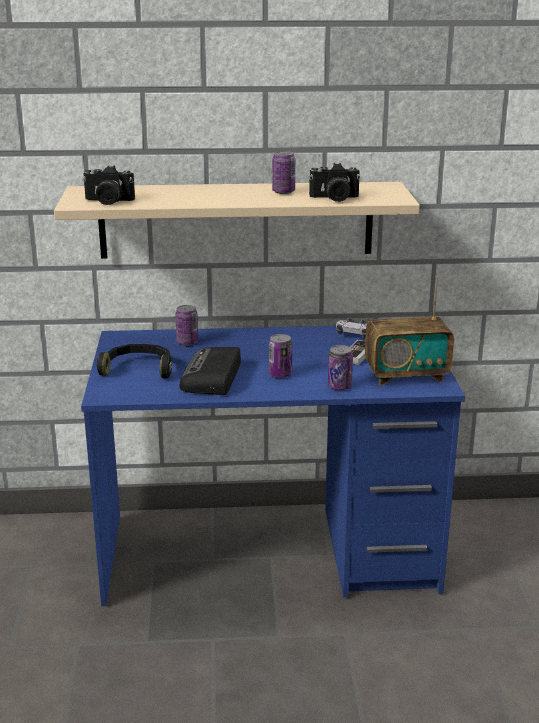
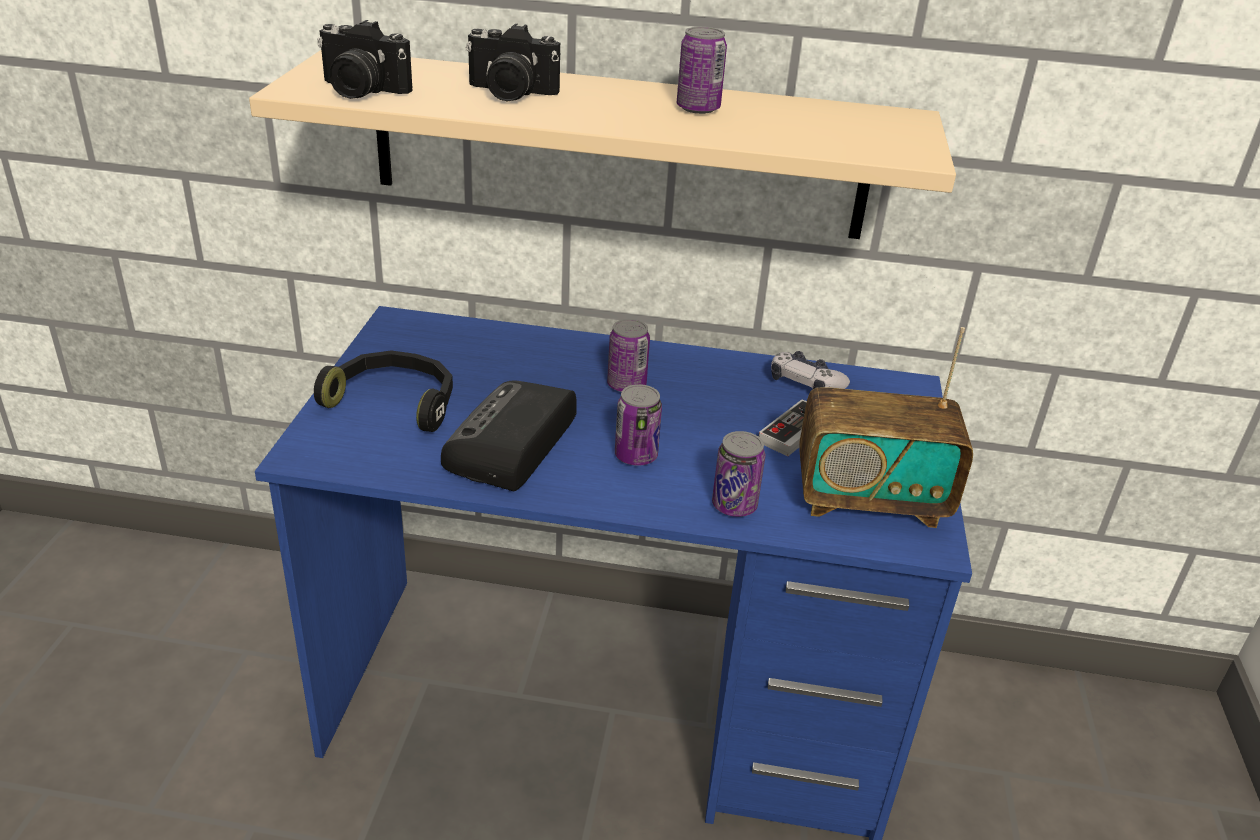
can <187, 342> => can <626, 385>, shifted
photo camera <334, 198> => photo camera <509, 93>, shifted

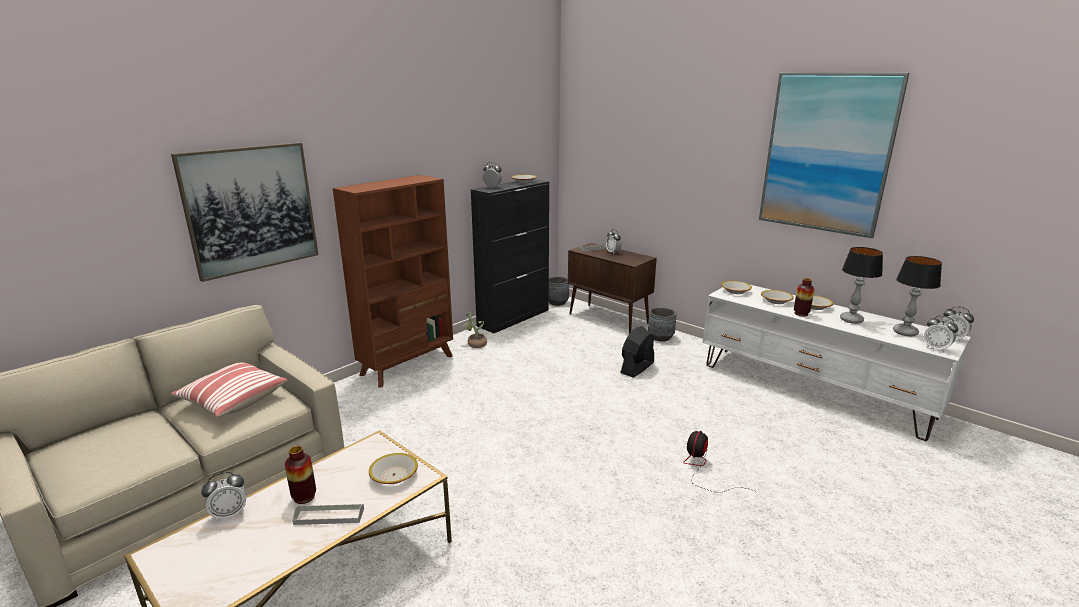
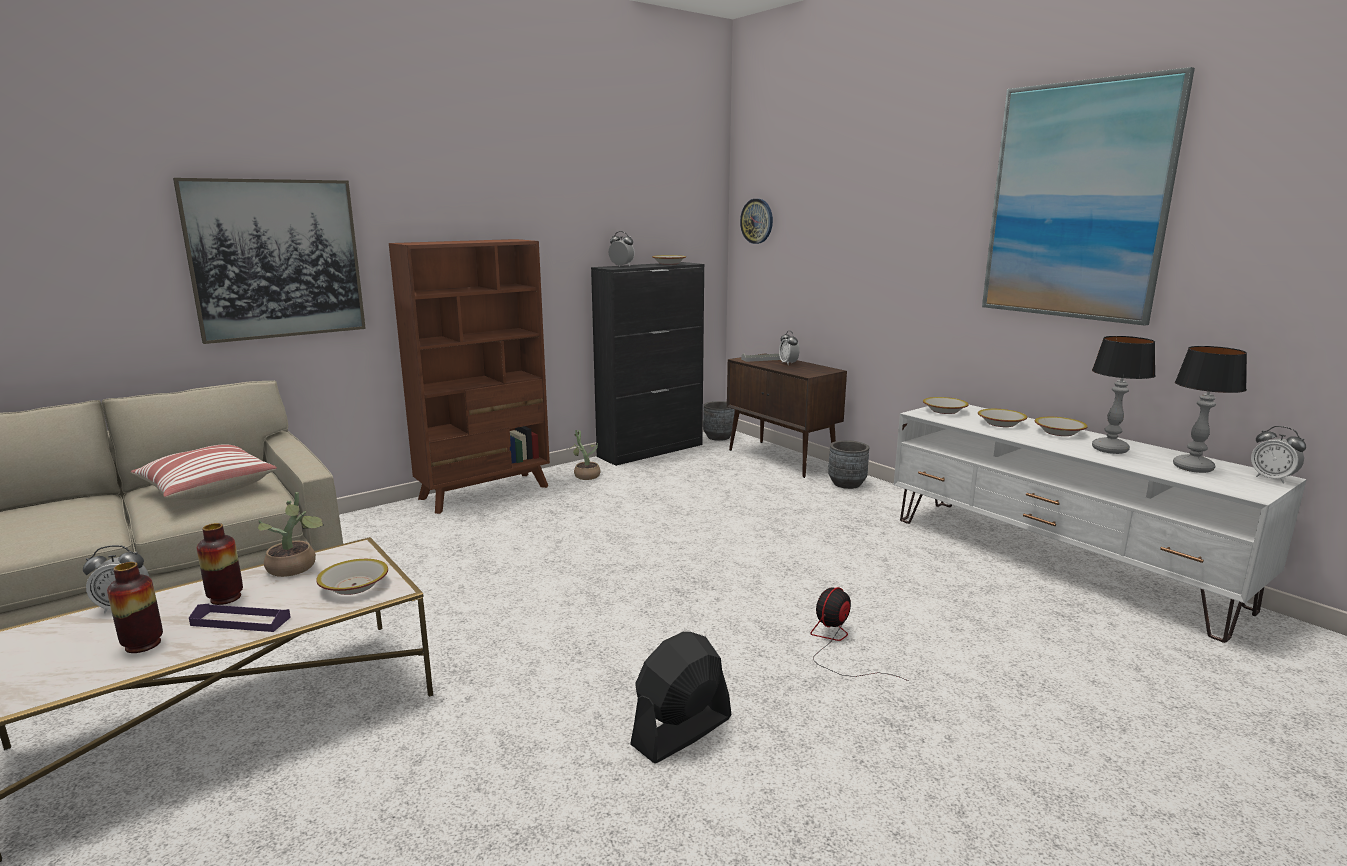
alarm clock <936, 348> => nothing
nothing => potted plant <295, 569>
nothing => wall clock <757, 221>
black fan <637, 367> => black fan <681, 731>, shifted
vase <801, 314> => vase <143, 645>, shifted
grey tray <329, 516> => purple tray <241, 621>

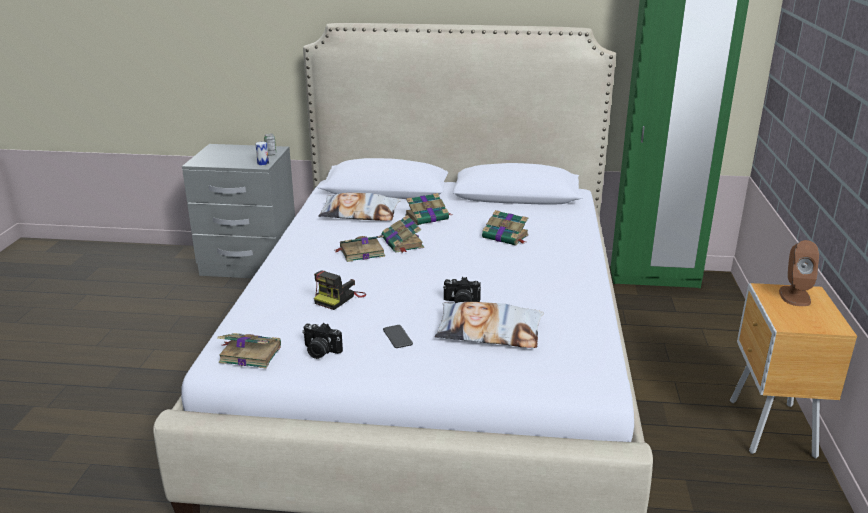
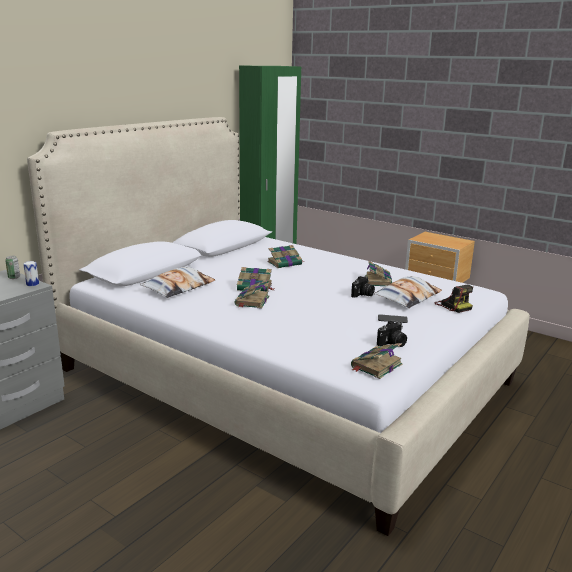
brown speaker <794, 296> => nothing
photo camera <339, 298> => photo camera <453, 306>, shifted
book <428, 217> => book <378, 281>, shifted

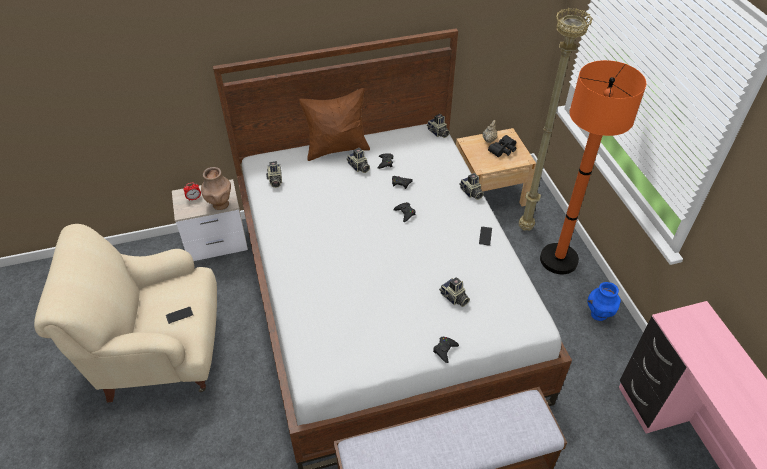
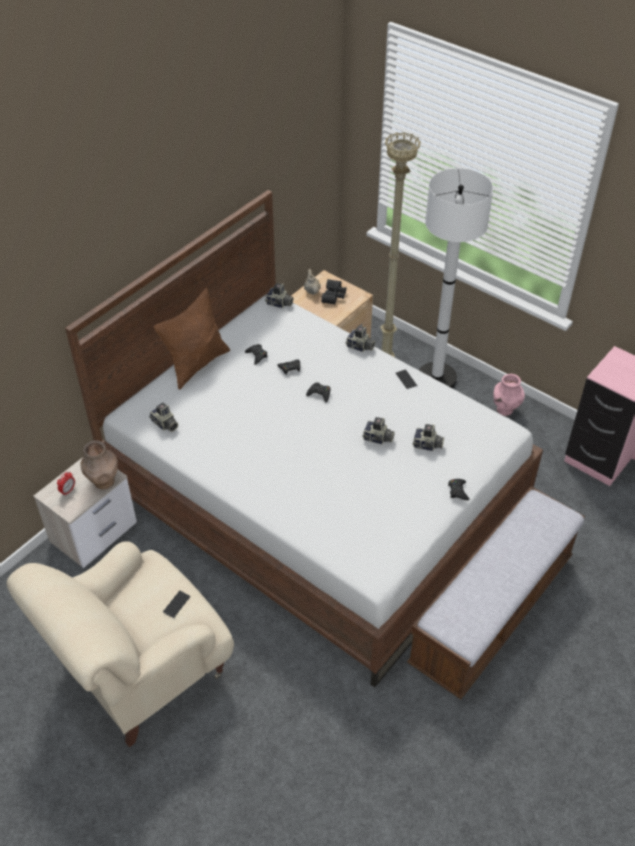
photo camera <358, 167> => photo camera <378, 439>, shifted
orange floor lamp <558, 260> => white floor lamp <436, 379>
blue vase <598, 315> => pink vase <505, 410>

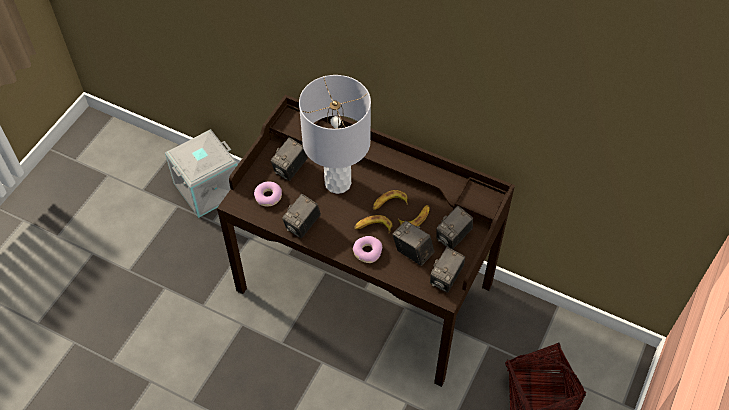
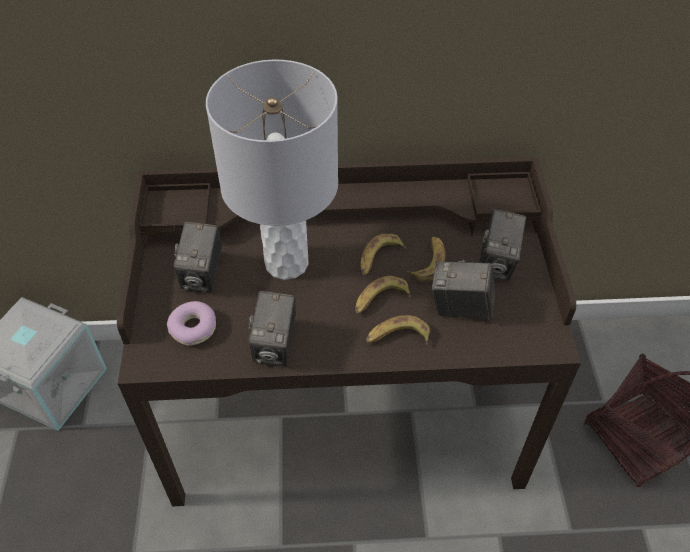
photo camera <446, 279> => nothing
donut <367, 252> => banana <397, 337>

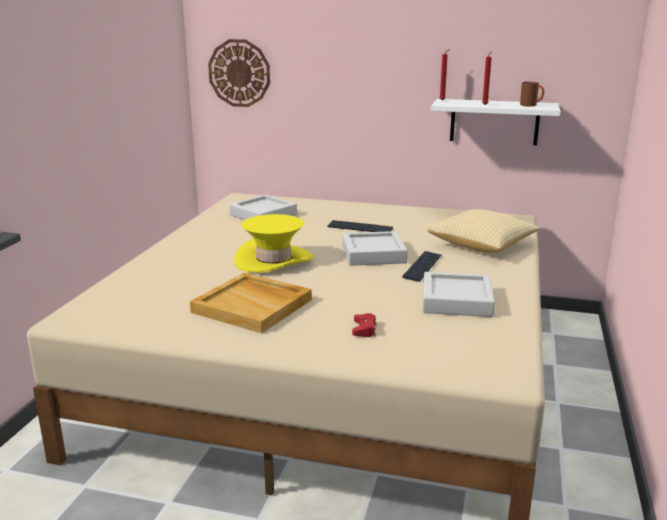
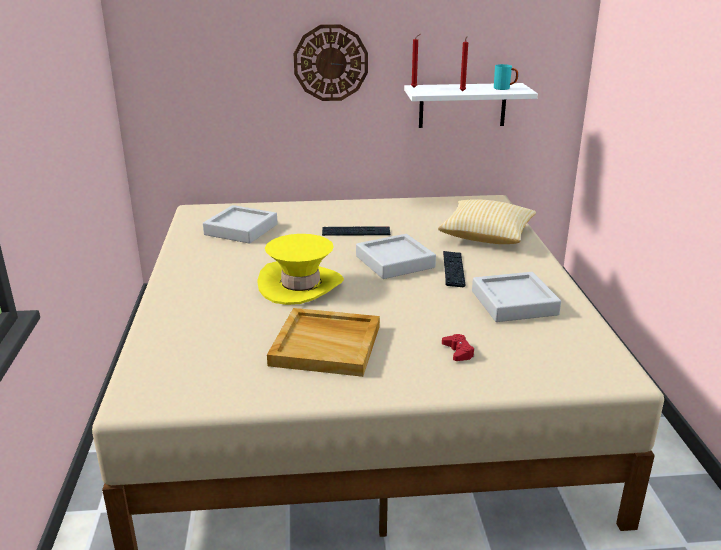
wall clock <239, 73> => wall clock <331, 63>, shifted
brown mug <531, 105> => turquoise mug <505, 88>

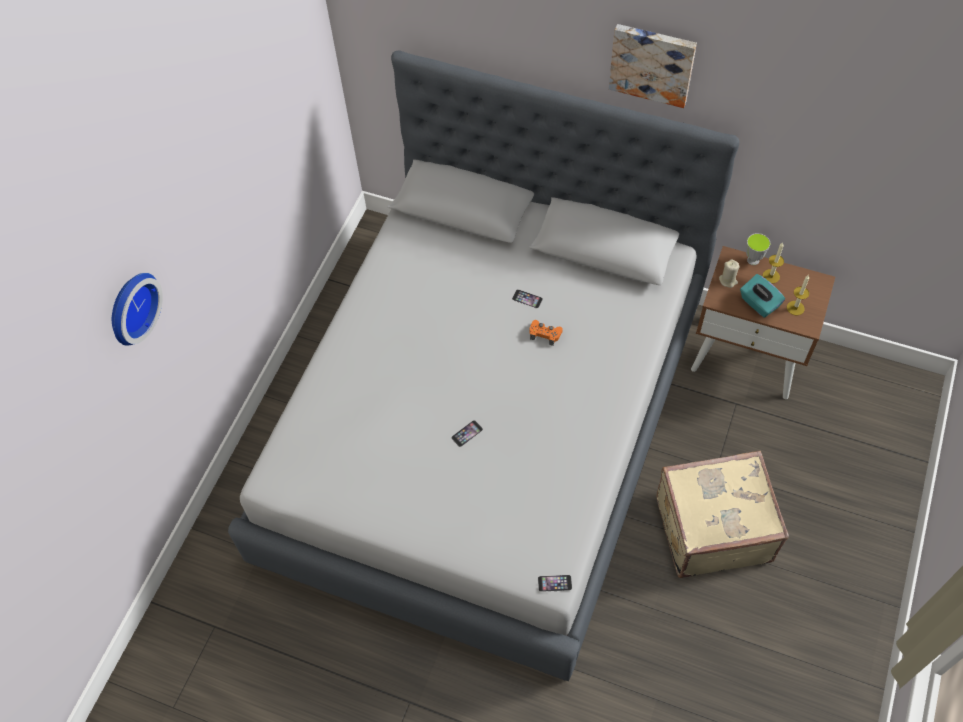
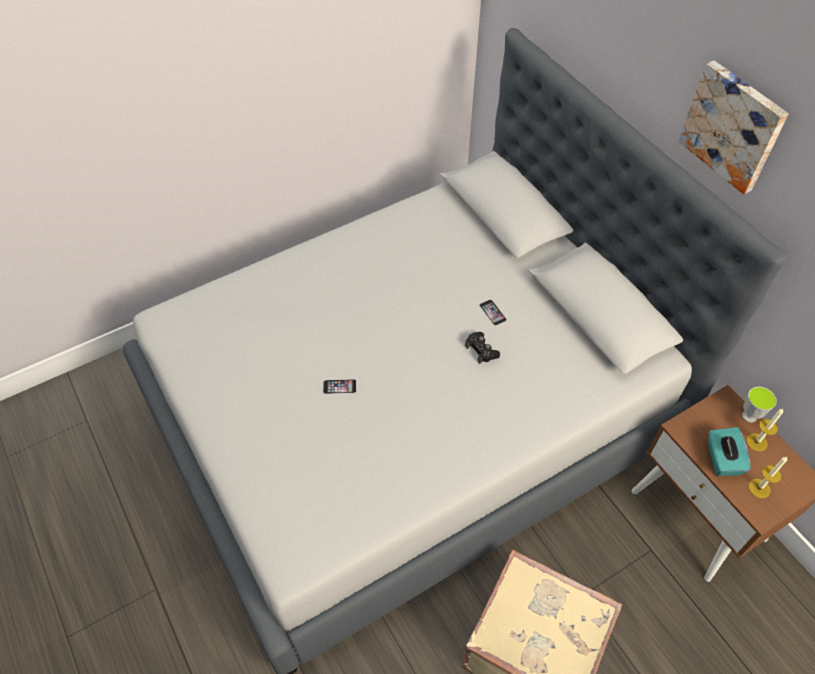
wall clock <130, 307> => nothing
phone <554, 583> => nothing
beige candle <728, 280> => nothing
orange game controller <545, 334> => black game controller <481, 350>

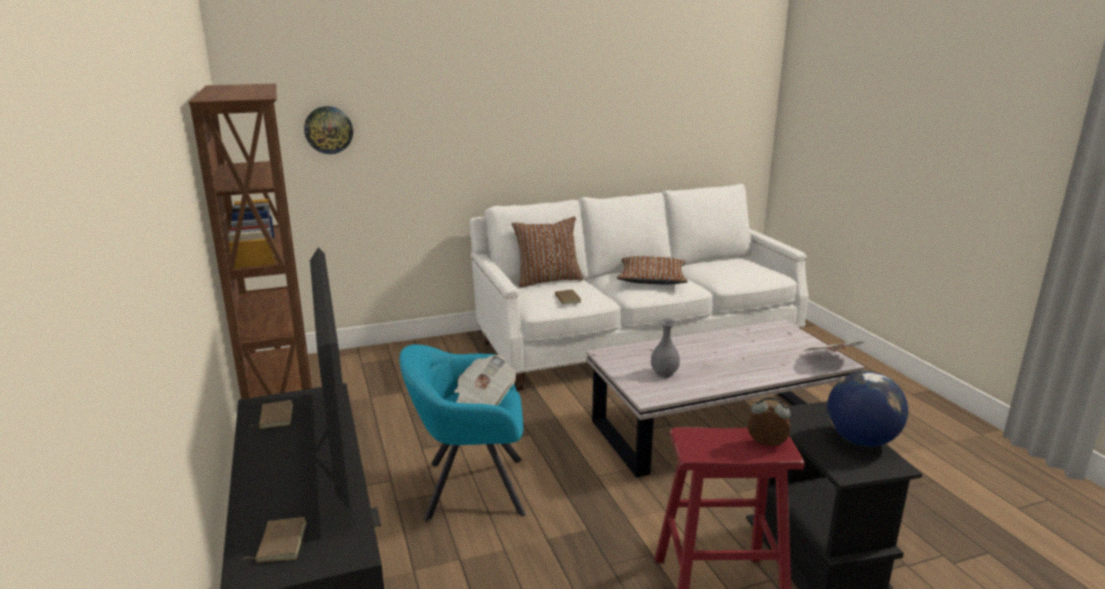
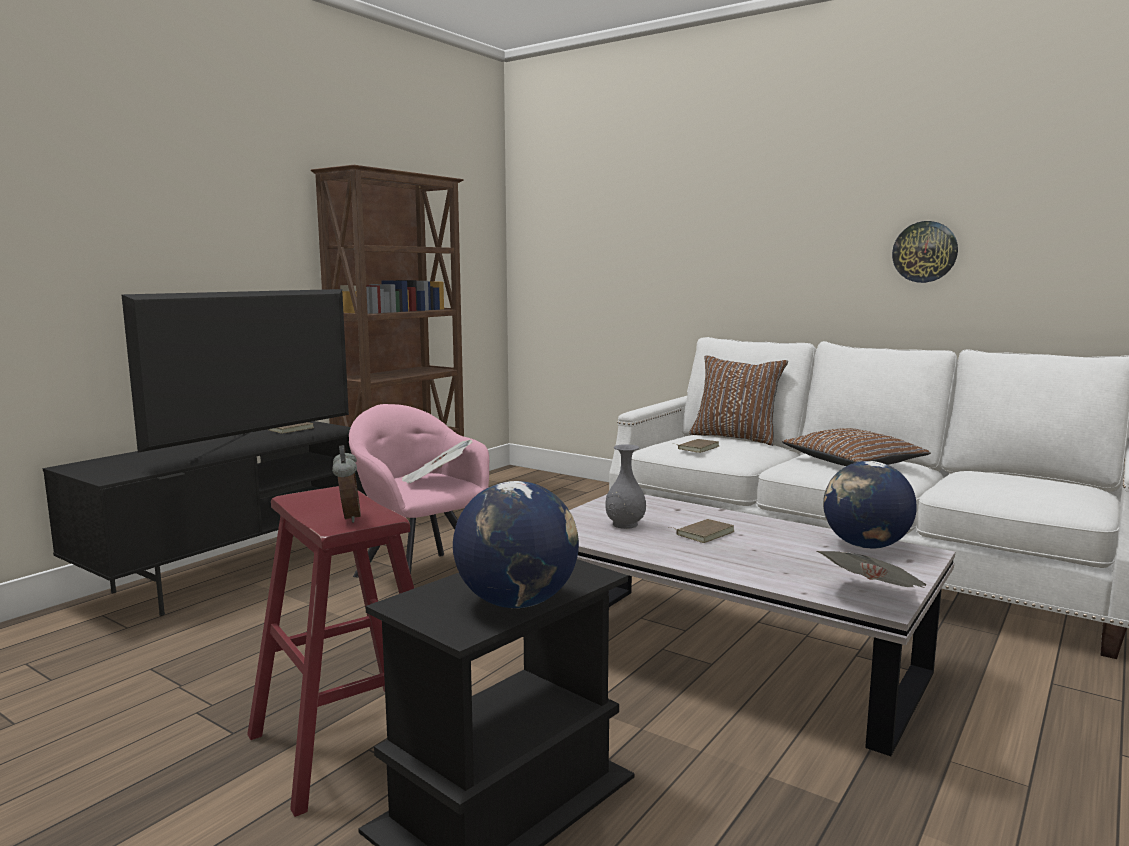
nothing => globe <865, 546>
brown book <280, 542> => brown book <703, 533>, shifted
wall clock <328, 130> => wall clock <924, 252>, shifted
turquoise armchair <469, 488> => pink armchair <421, 576>

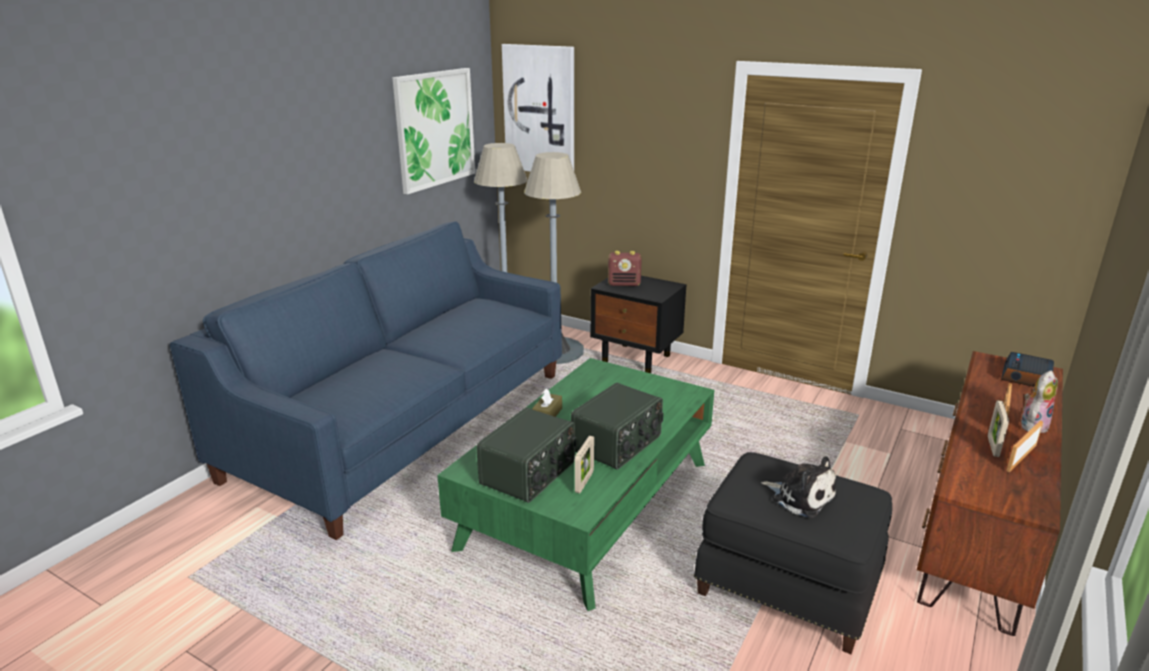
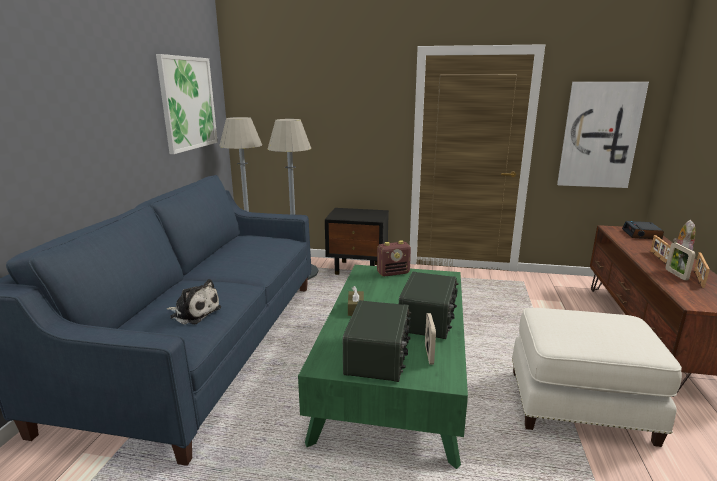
picture <540, 110> => picture <599, 135>, shifted
radio <624, 284> => radio <393, 273>, shifted
plush toy <800, 497> => plush toy <194, 313>, shifted
black ottoman <787, 588> => white ottoman <579, 407>

